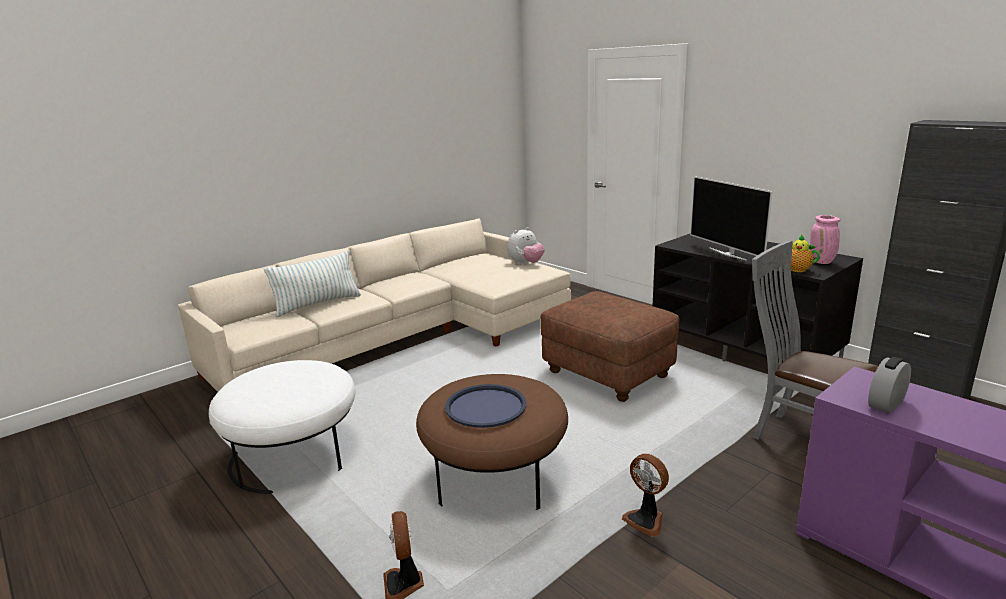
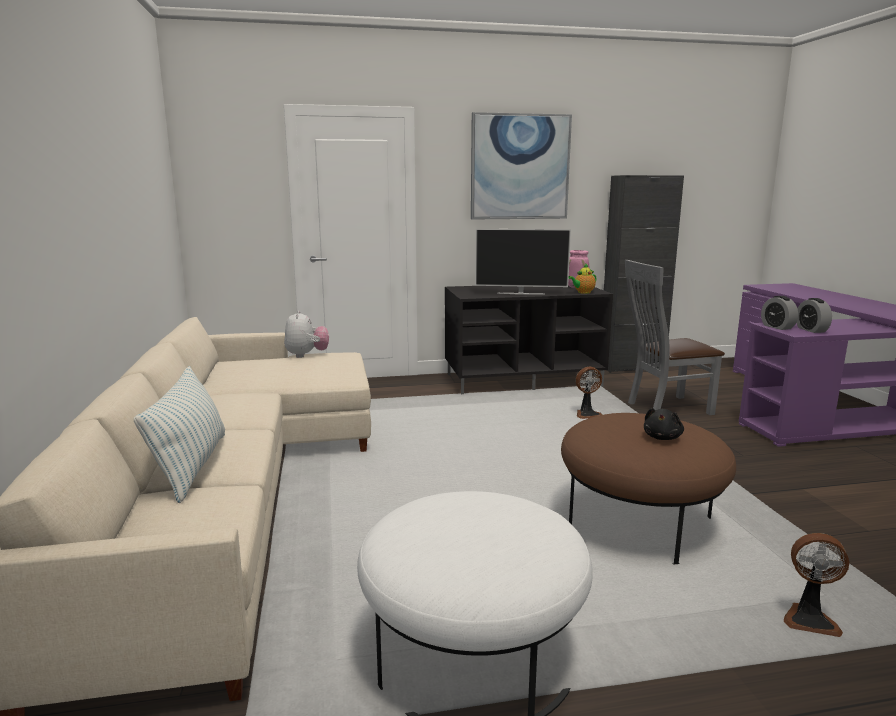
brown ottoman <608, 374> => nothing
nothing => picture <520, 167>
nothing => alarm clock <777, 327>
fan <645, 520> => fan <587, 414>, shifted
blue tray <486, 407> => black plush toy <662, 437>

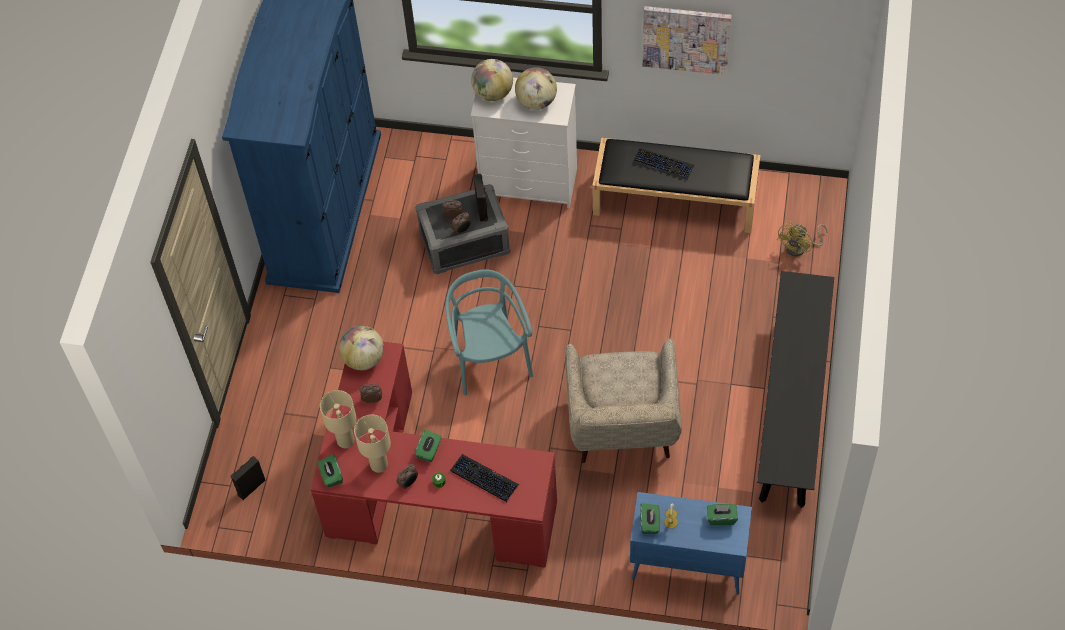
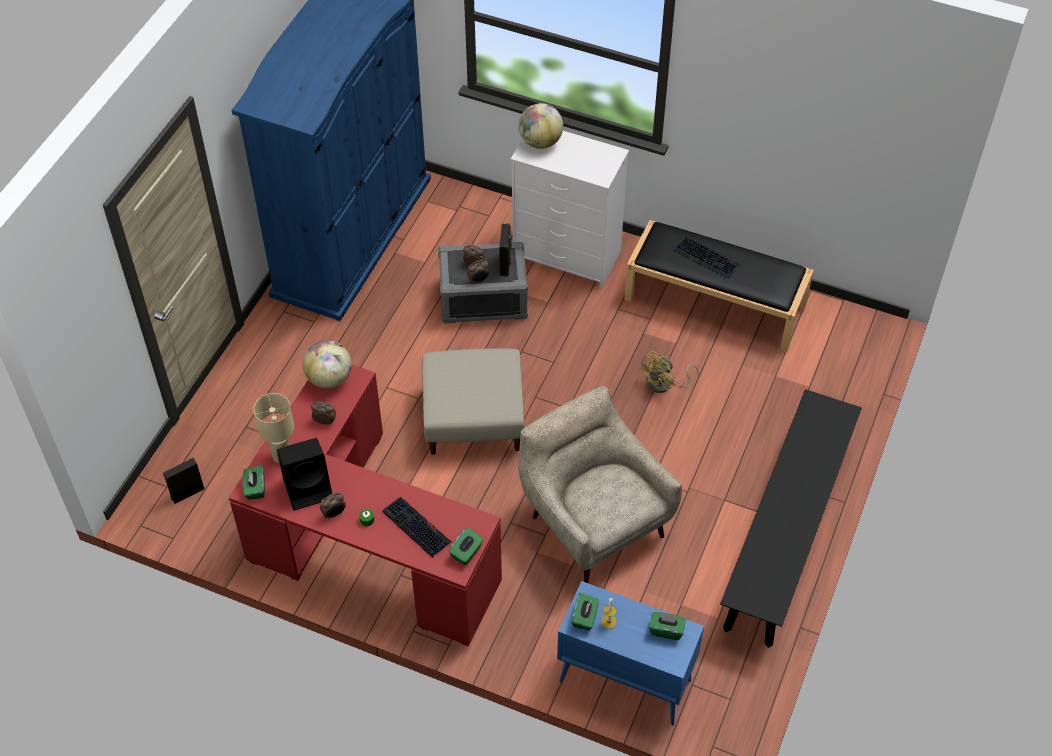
globe <536, 101> => nothing
picture <686, 39> => nothing
green tissue box <429, 451> => green tissue box <466, 552>, shifted
yellow fan <800, 247> => yellow fan <665, 385>, shifted
beige table lamp <379, 464> => black speaker <309, 488>
turquoise chair <489, 359> => beige ottoman <474, 418>
beige armchair <622, 429> => beige armchair <594, 521>, 135 degrees clockwise

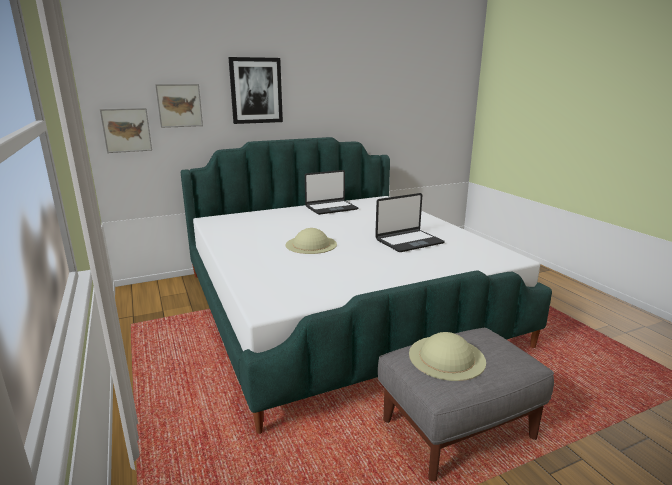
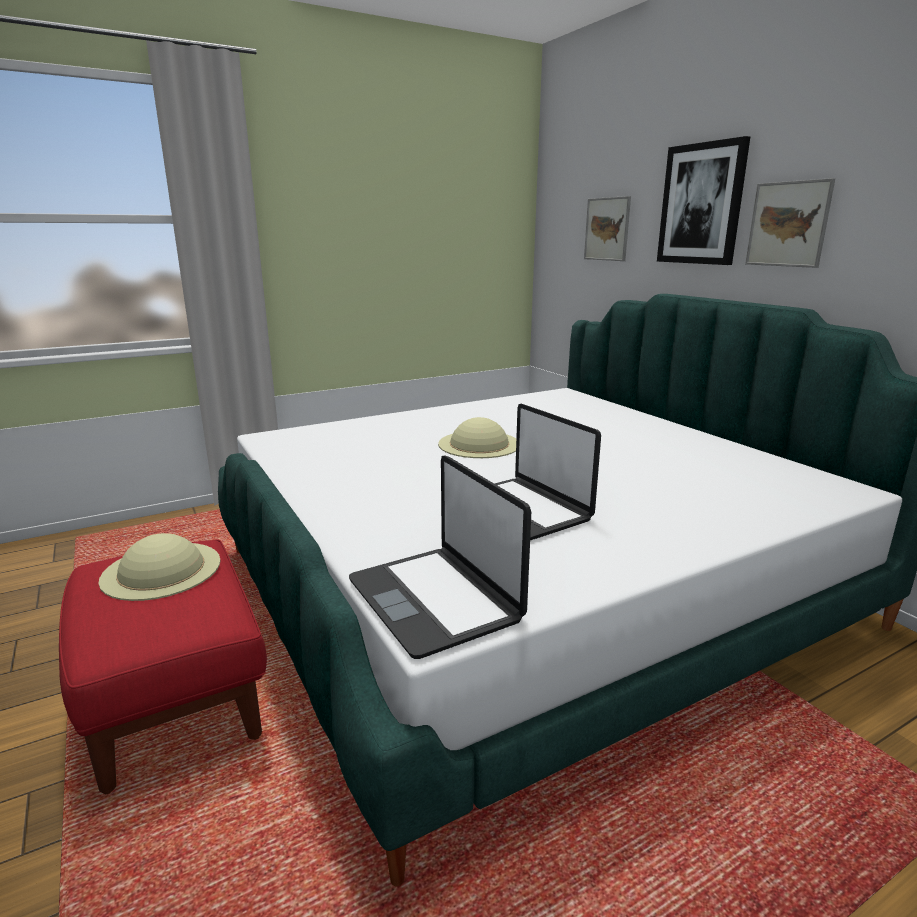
picture <126, 130> => picture <788, 224>, shifted
laptop <331, 208> => laptop <435, 600>, shifted
grey ottoman <458, 428> => red ottoman <175, 699>

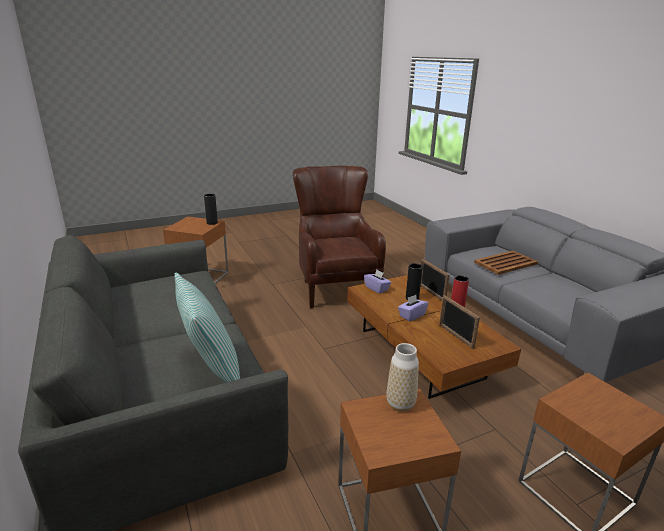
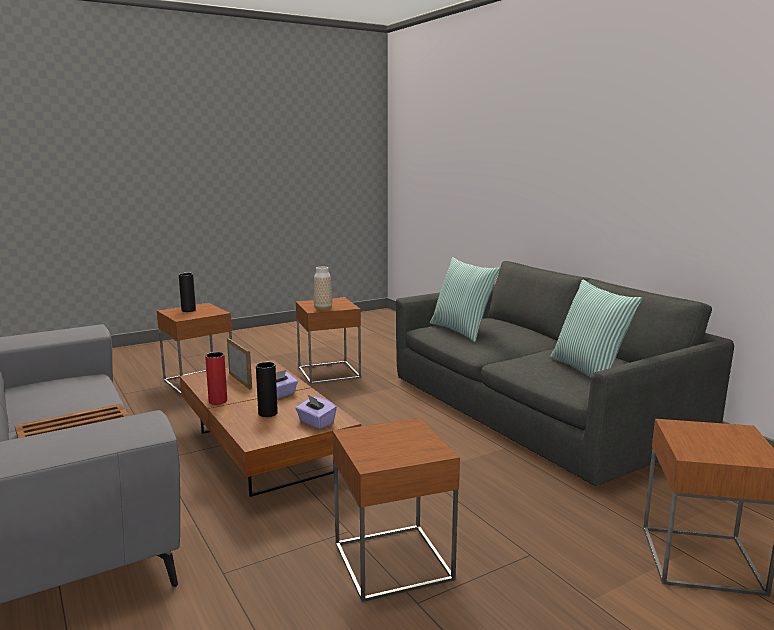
picture frame <431, 293> => nothing
nothing => pillow <589, 371>
black vase <212, 223> => black vase <188, 310>, shifted
brown armchair <334, 285> => brown side table <392, 561>

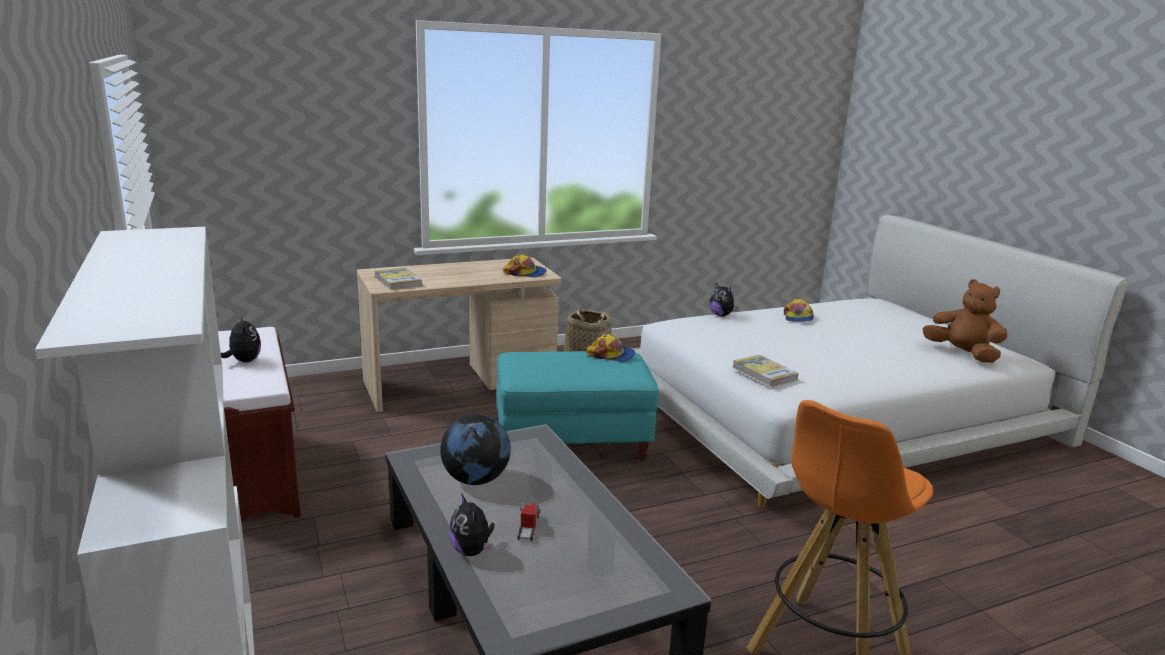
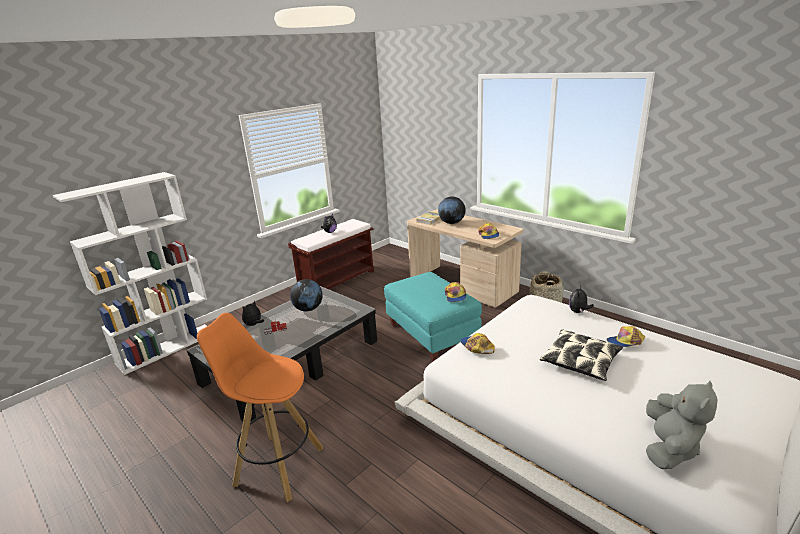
nothing => globe <451, 223>
nothing => pillow <580, 361>
book <764, 373> => cap <476, 347>
brown plush toy <962, 354> => grey plush toy <669, 448>

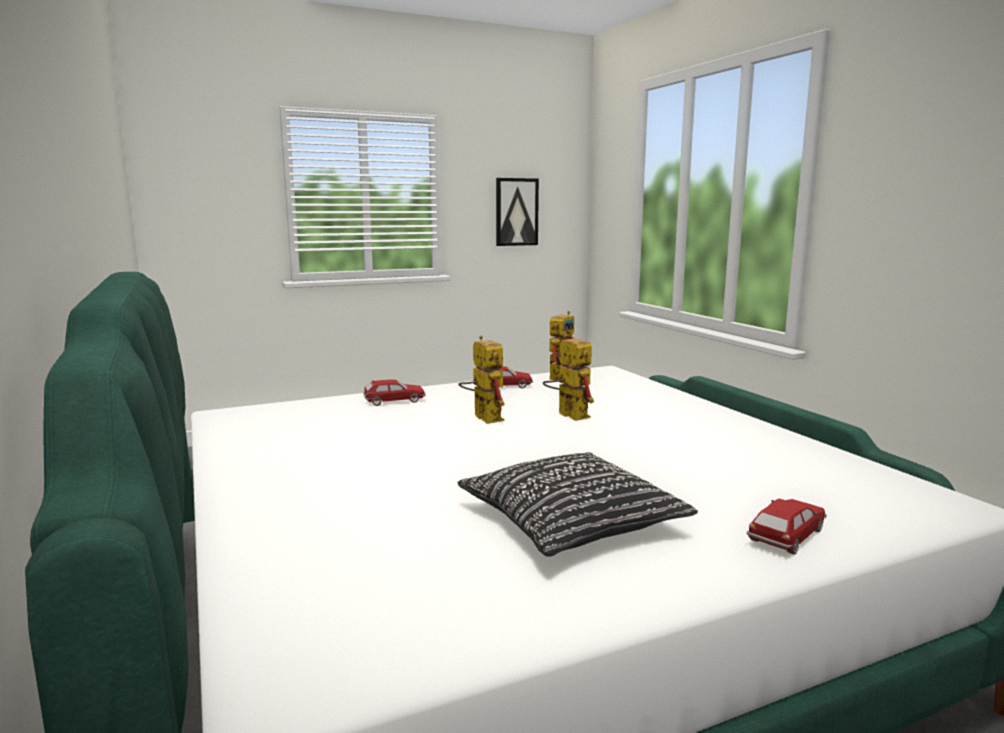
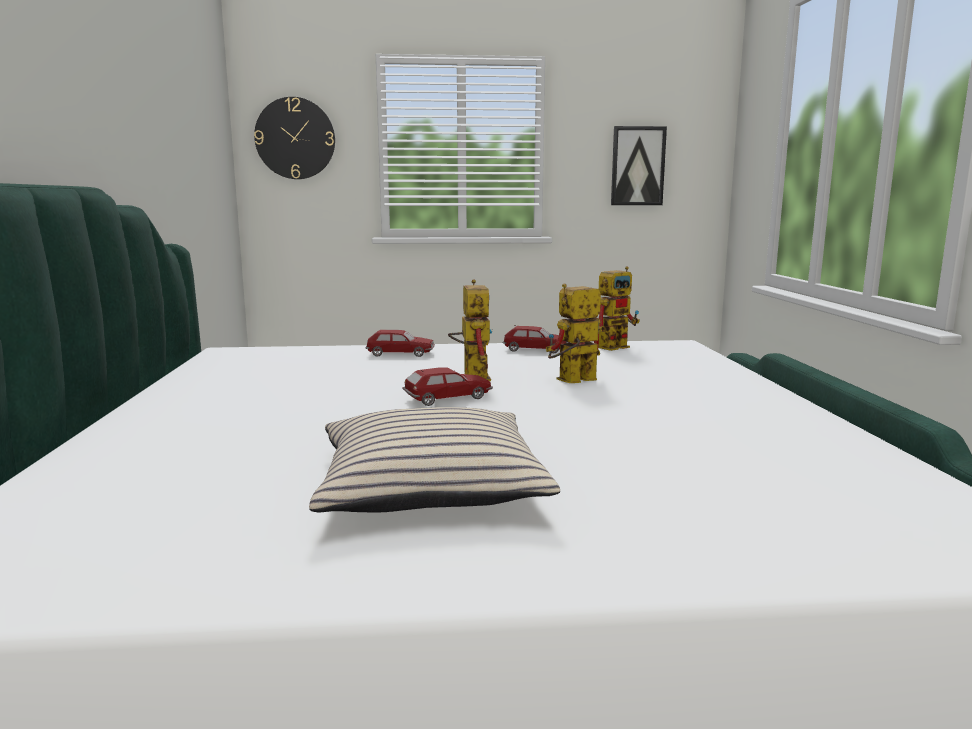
nothing => wall clock <295, 138>
toy car <787, 535> => toy car <448, 398>, shifted
black pillow <570, 520> => beige pillow <429, 485>
toy robot <567, 414> => toy robot <571, 381>, 105 degrees counterclockwise

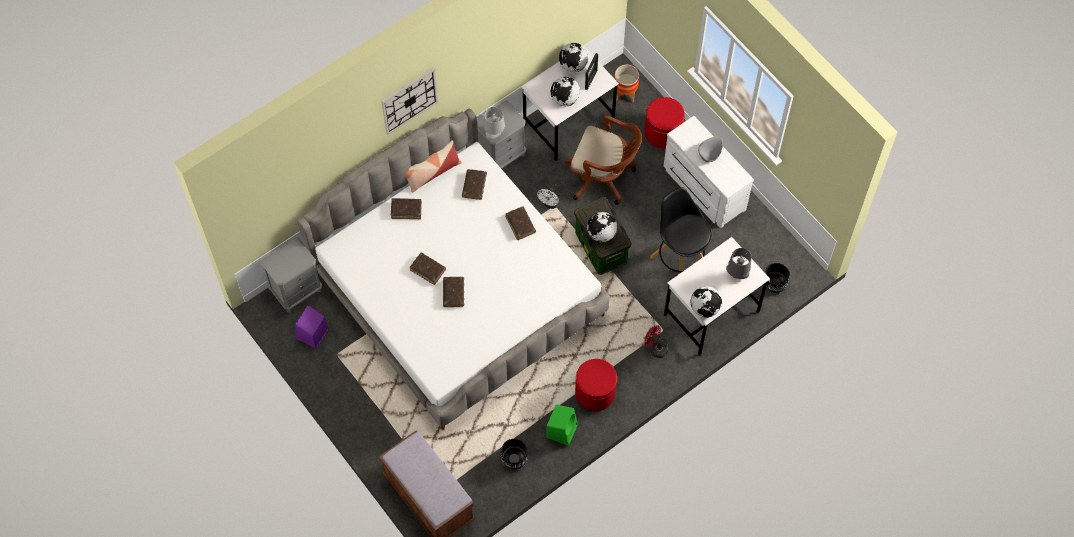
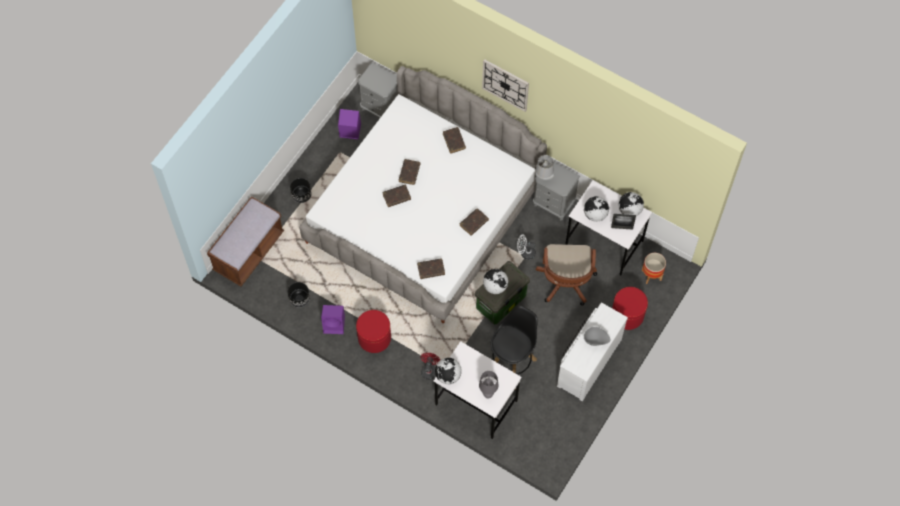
pillow <432, 173> => nothing
brown book <474, 186> => brown book <431, 270>, shifted
black planter <774, 283> => black planter <302, 195>, shifted
green speaker <562, 430> => purple speaker <335, 324>

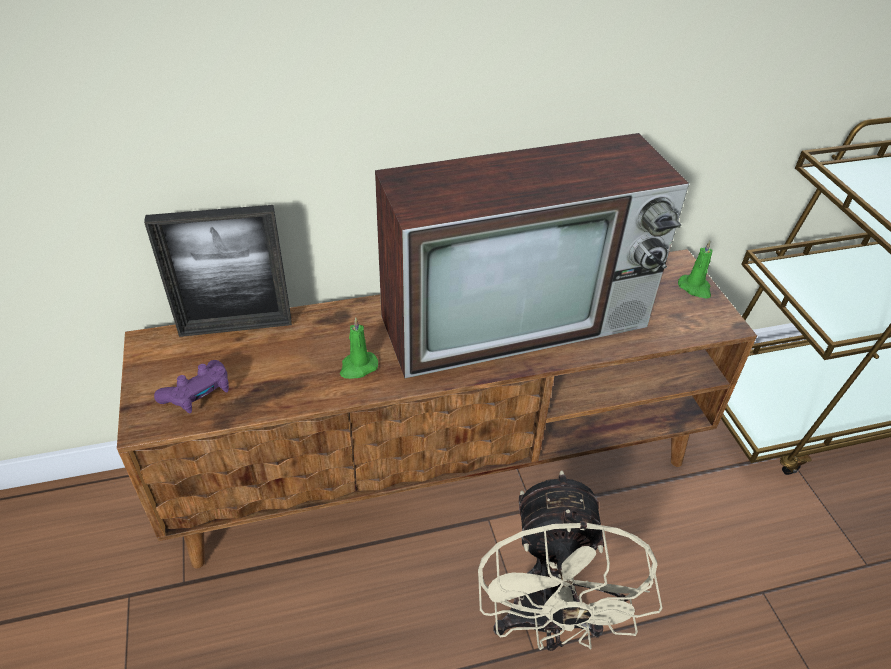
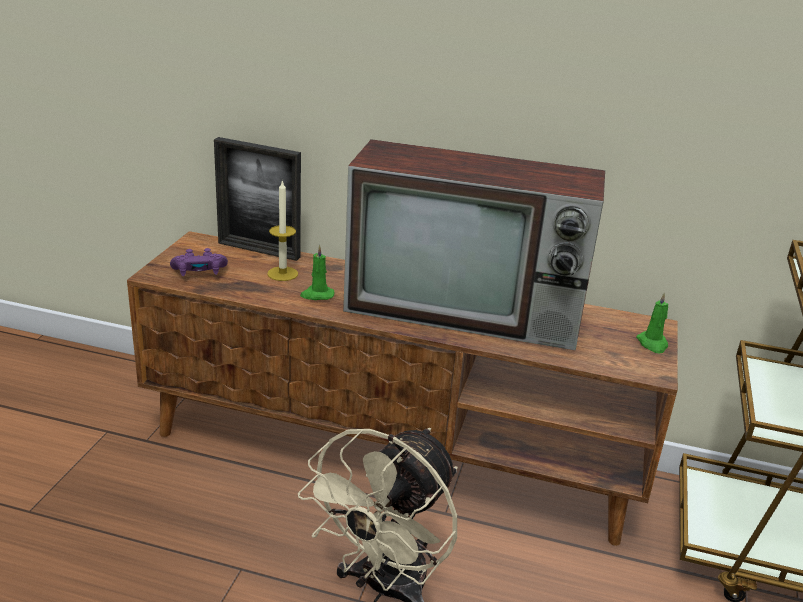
nothing => candle <282, 274>

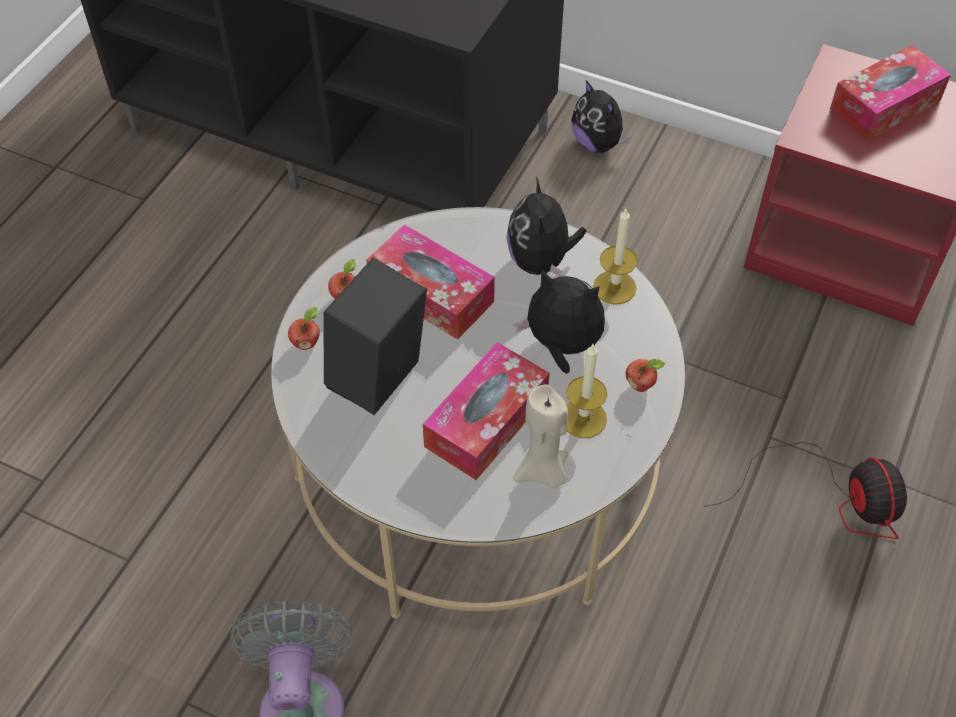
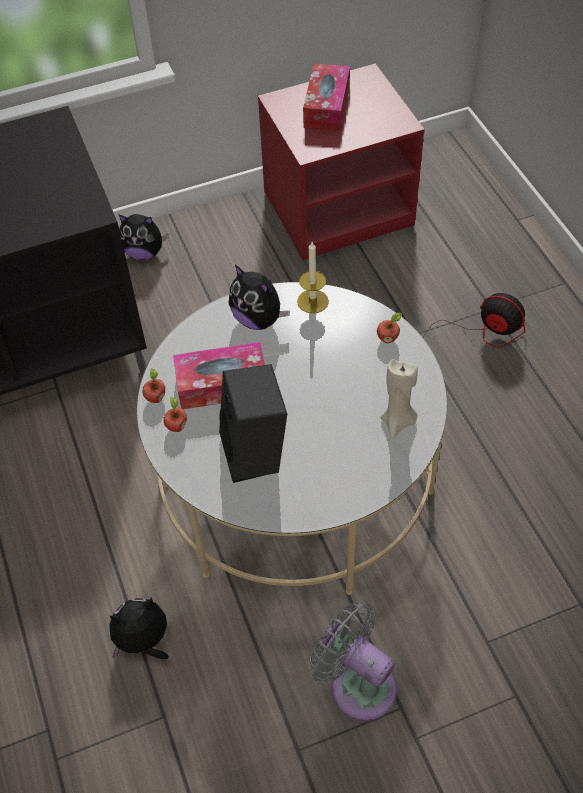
tissue box <486, 421> => nothing
candle <583, 418> => nothing
apple <307, 343> => apple <155, 398>, shifted
plush toy <561, 346> => plush toy <143, 641>, shifted

